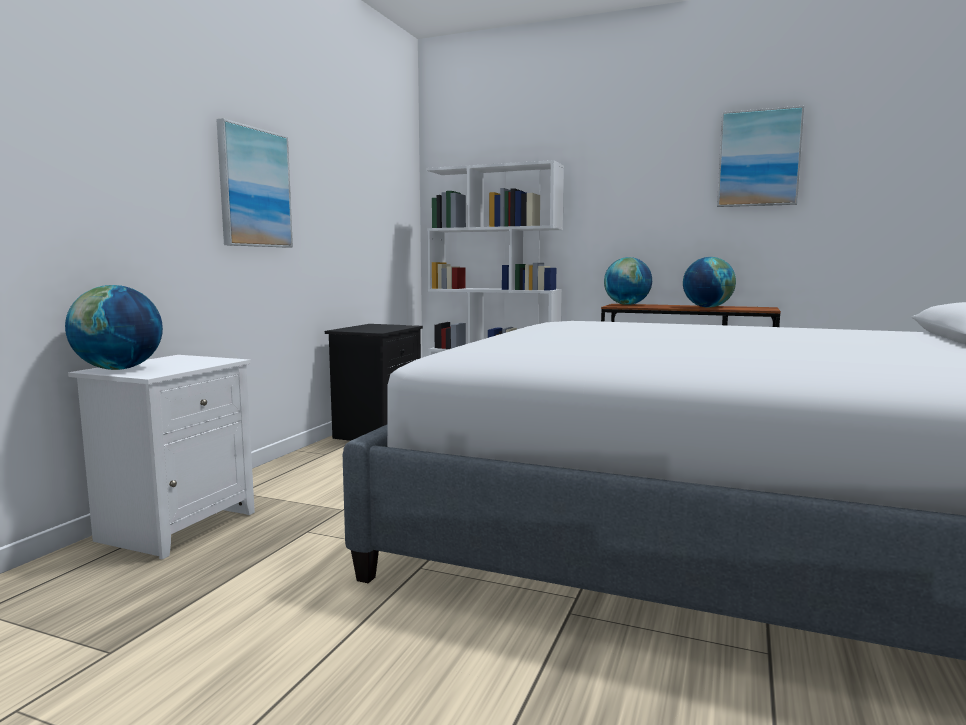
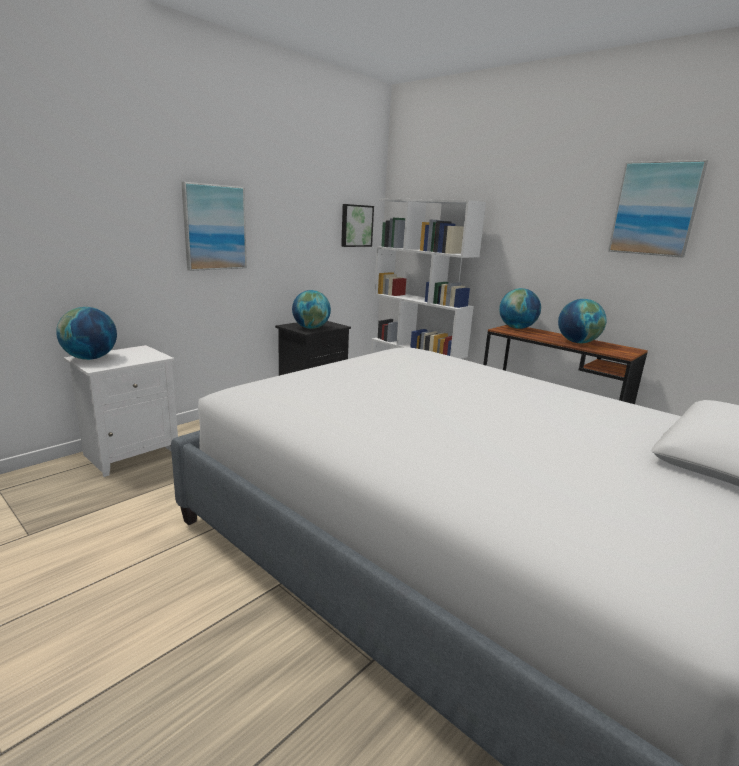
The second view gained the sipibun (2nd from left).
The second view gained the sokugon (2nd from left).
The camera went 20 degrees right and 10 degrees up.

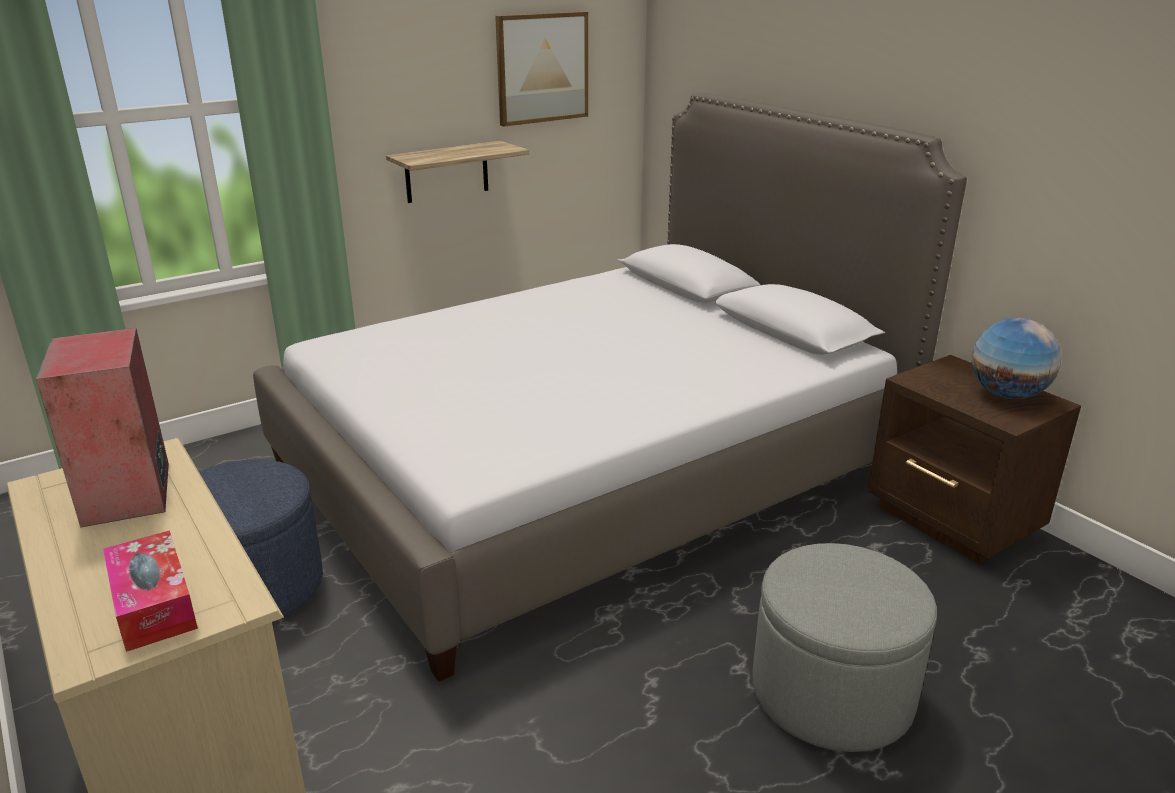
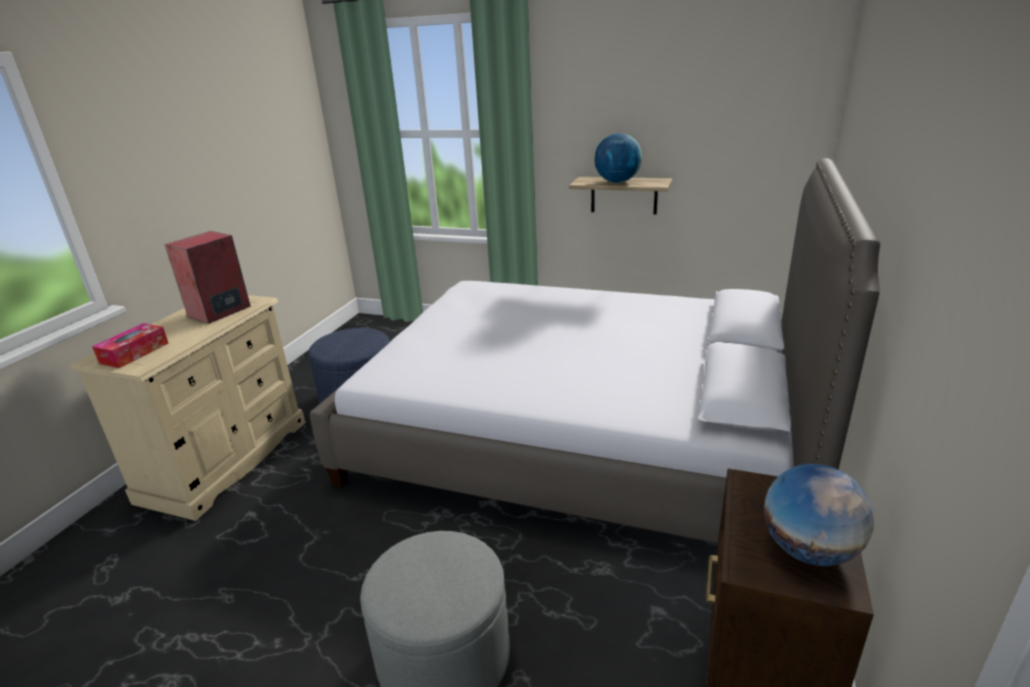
The second view gained the sipibun (1st from left).
The second view lost the sokugon.
The camera went 55 degrees right and 0 degrees up.

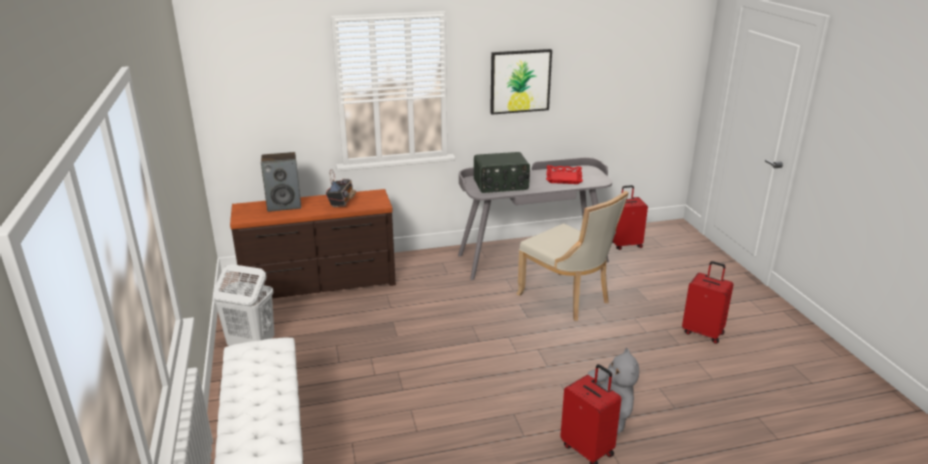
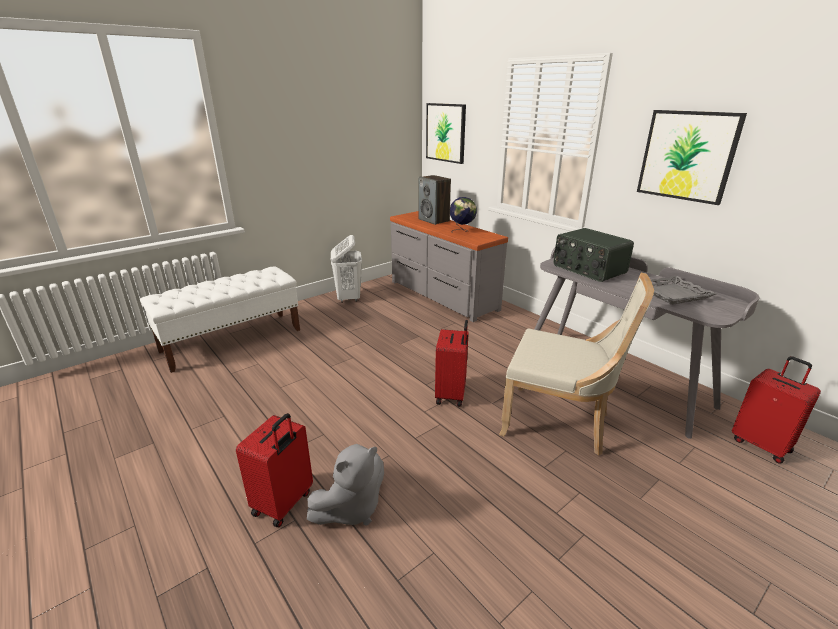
What was the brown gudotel turned into the grey gudotel.
The second view gained the sokugon (1st from left).
The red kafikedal (3rd from left in the first image) ended up elsewhere.
Where the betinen (1st from left) stood, the sipibun came to stand.
The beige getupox ended up facing another way, 90 degrees counterclockwise from before.
What was the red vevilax turned into the grey vevilax.
The camera went 65 degrees right and 0 degrees up.

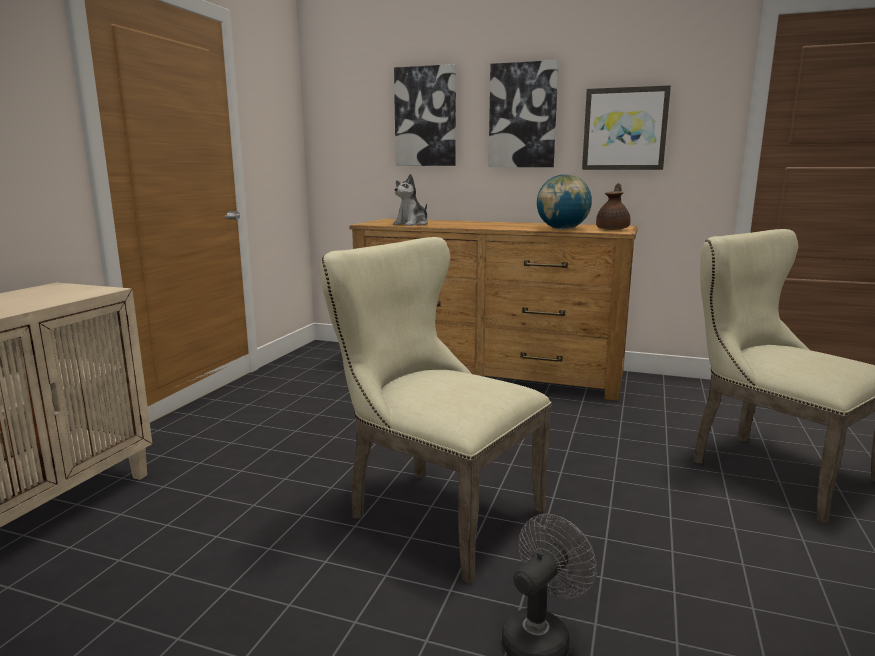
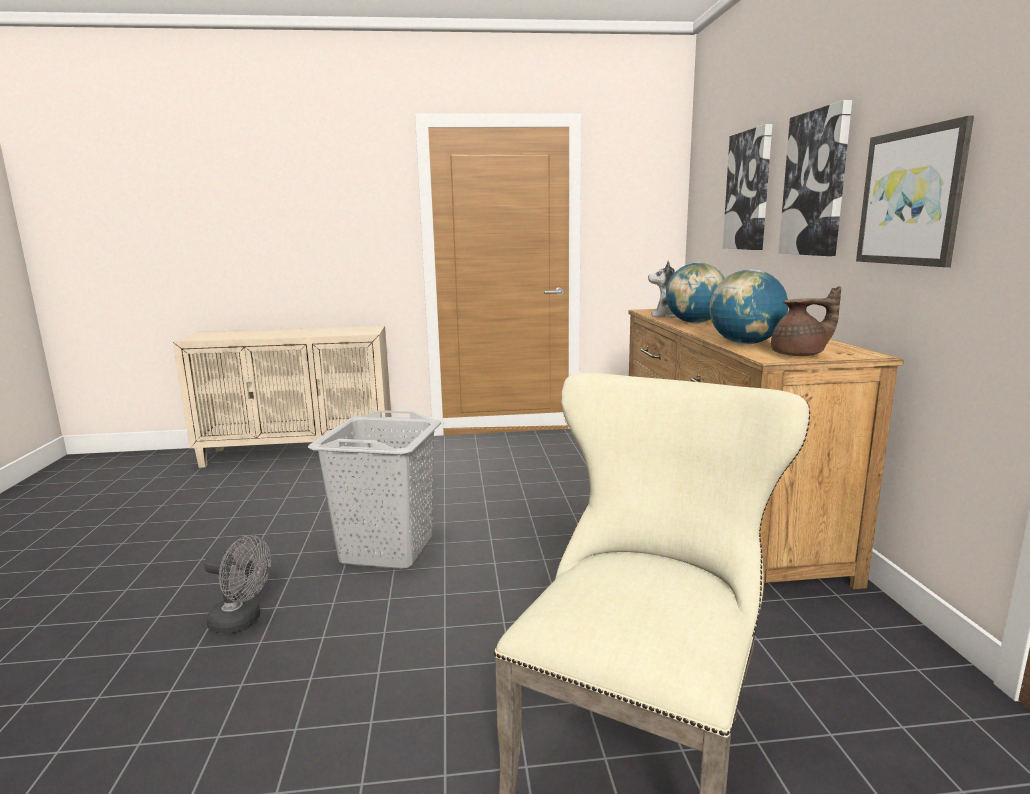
Where the beige getupox (1st from left) stood, the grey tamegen came to stand.
The second view gained the sipibun (1st from left).
The camera went 65 degrees right and 0 degrees up.

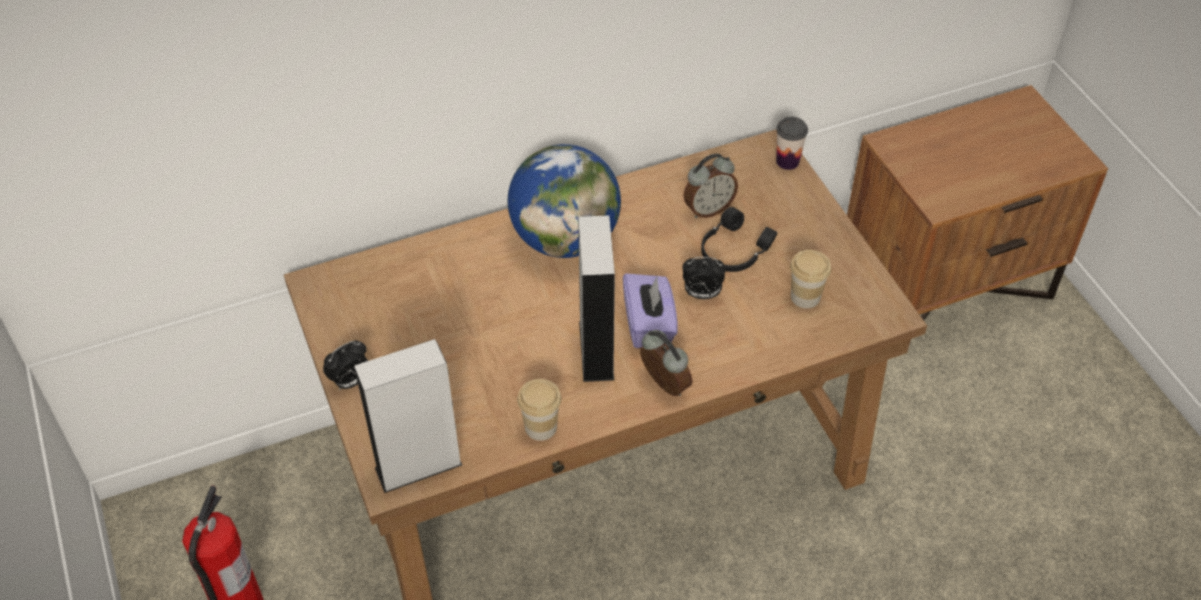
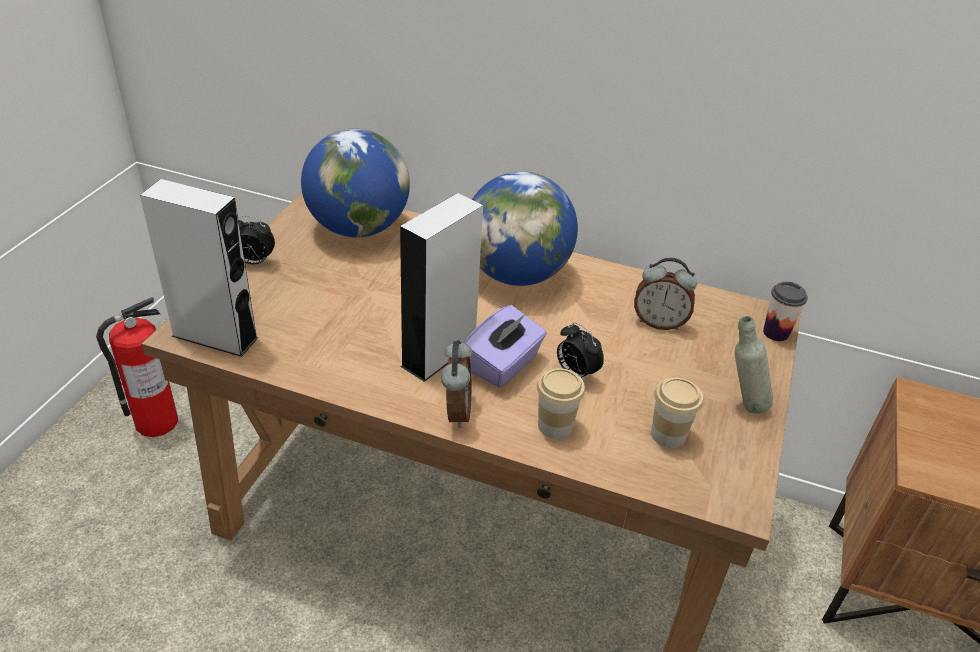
The second view gained the sipibun (1st from left).
The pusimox (1st from left) ended up elsewhere.
The second view gained the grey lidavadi.
The second view lost the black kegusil.
The camera went 40 degrees right and 10 degrees down.

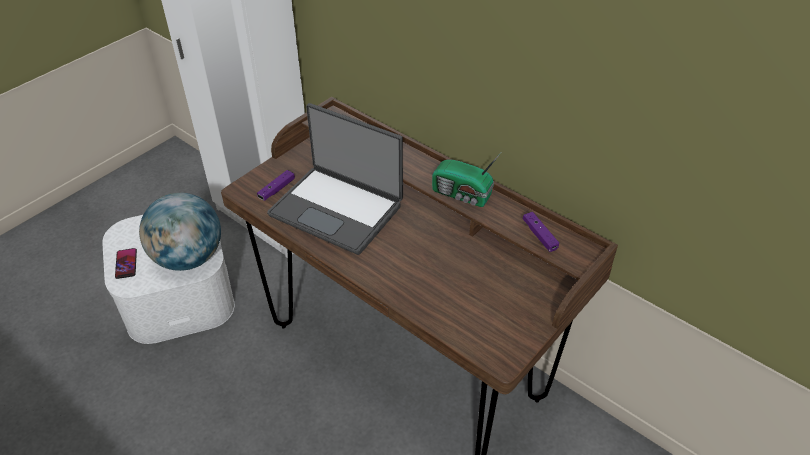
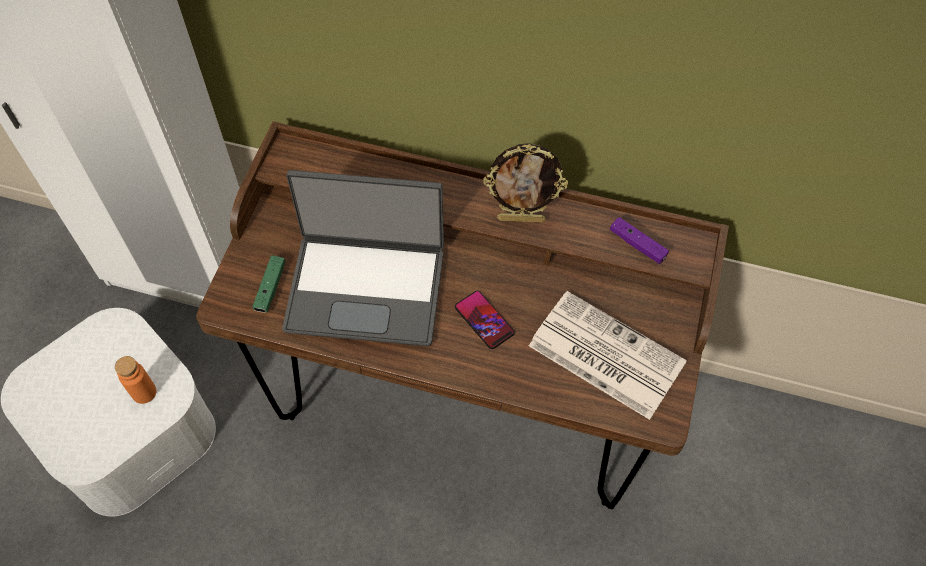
Where the sipibun stood, the orange lidavadi came to stand.
What was the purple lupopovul (1st from left) turned into the green lupopovul.
The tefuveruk ended up elsewhere.
Where the betinen stood, the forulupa came to stand.
The second view gained the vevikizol.
The camera went 25 degrees left and 15 degrees up.

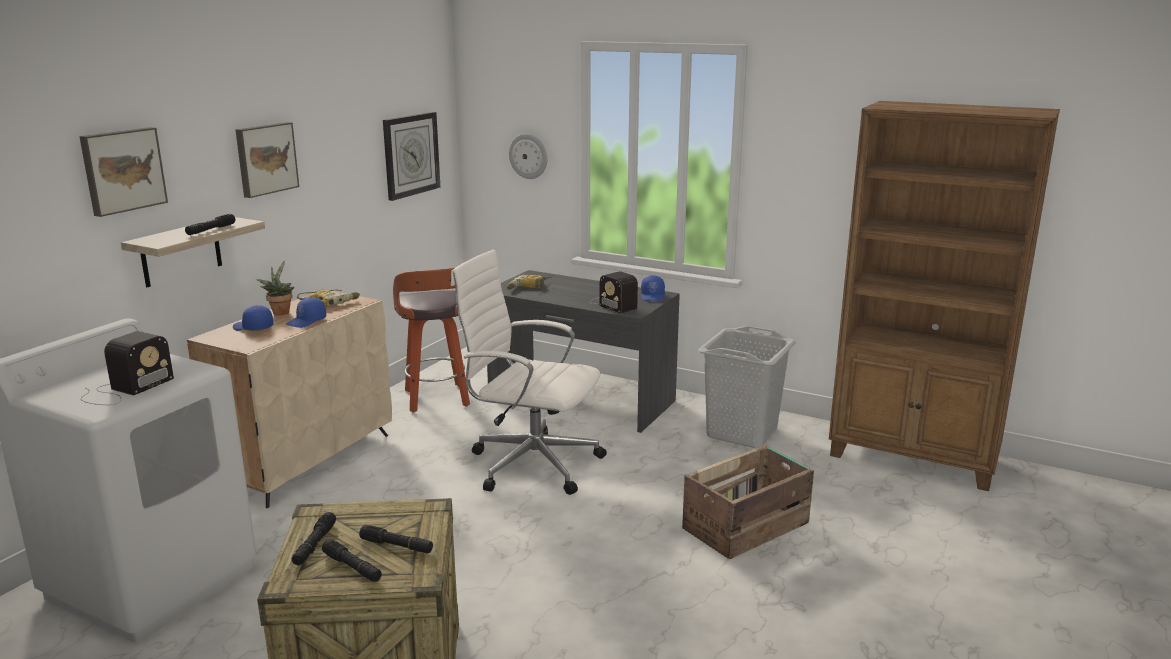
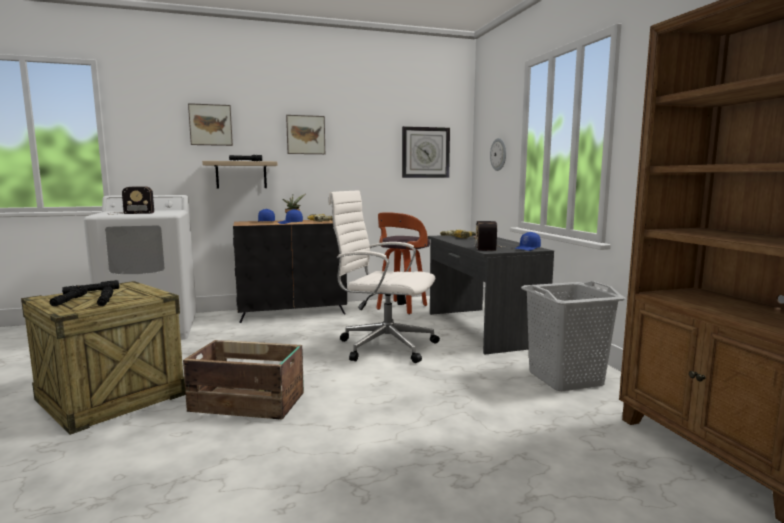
The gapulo (2nd from left) ended up elsewhere.
What was the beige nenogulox turned into the black nenogulox.
The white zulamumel ended up facing another way, 45 degrees counterclockwise from before.
The camera went 45 degrees right and 10 degrees down.

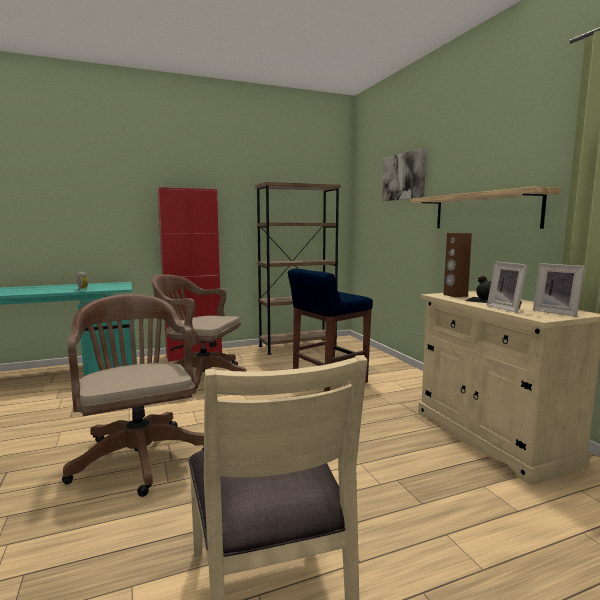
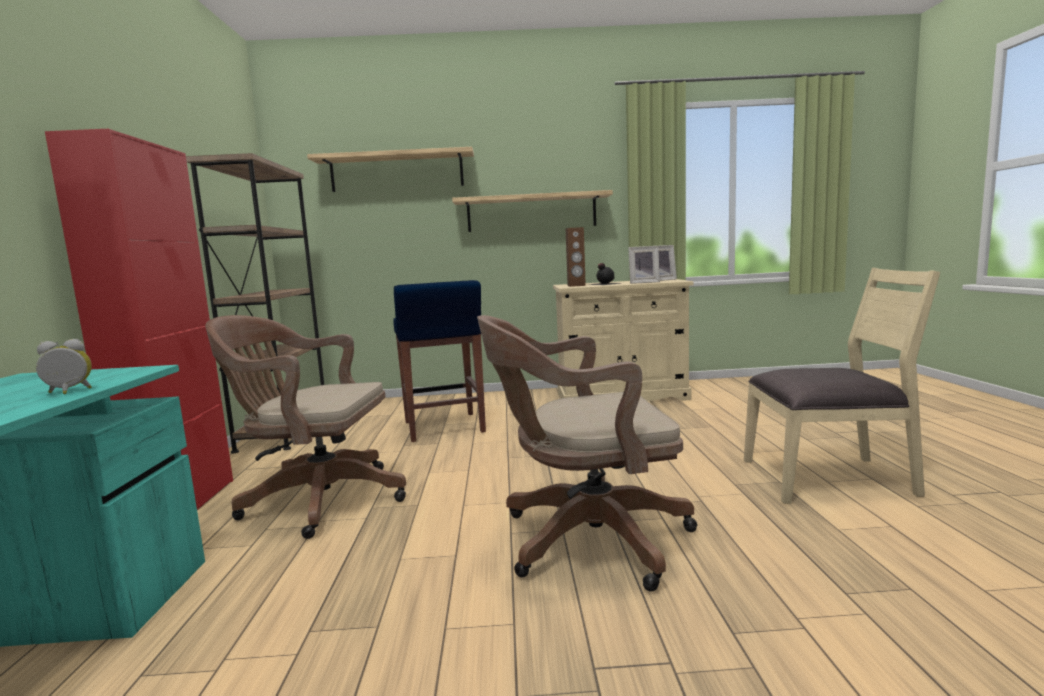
The brown zulamumel (2nd from left in the first image) ended up facing another way, 60 degrees clockwise from before.
Where the sokugon hung, the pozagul (1st from left) came to hang.
The camera went 70 degrees left and 0 degrees up.

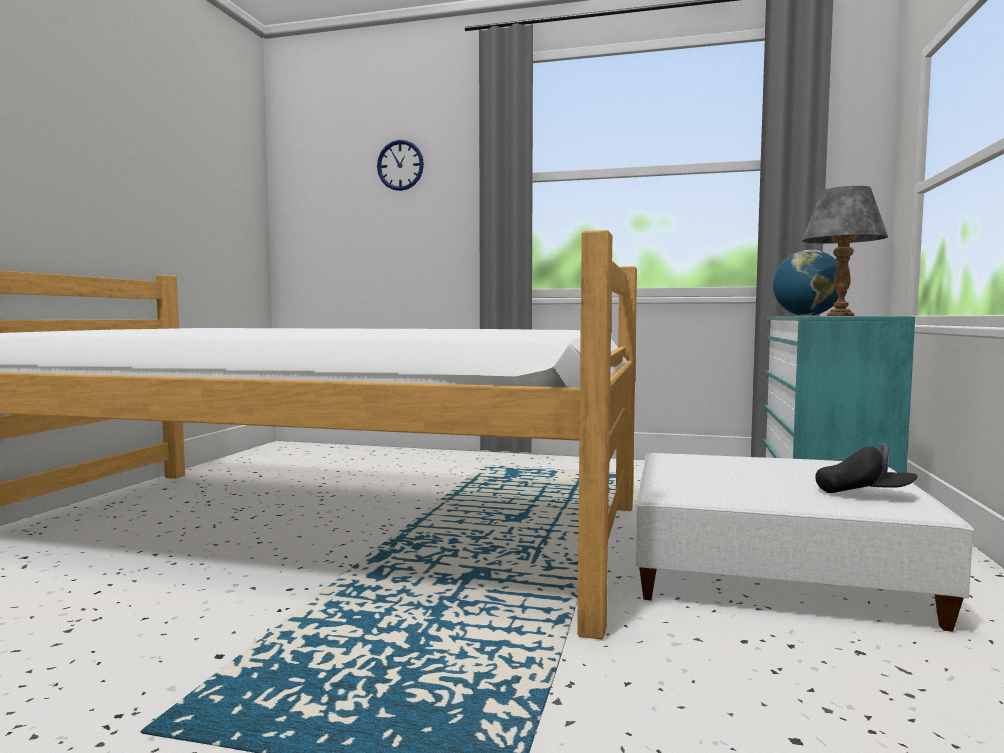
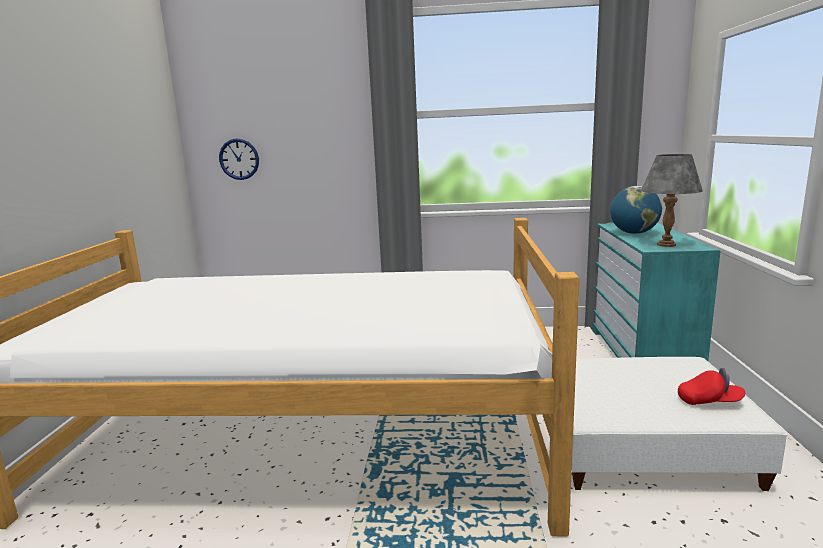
The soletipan ended up elsewhere.
What was the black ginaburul turned into the red ginaburul.
The camera went 10 degrees left and 10 degrees up.

